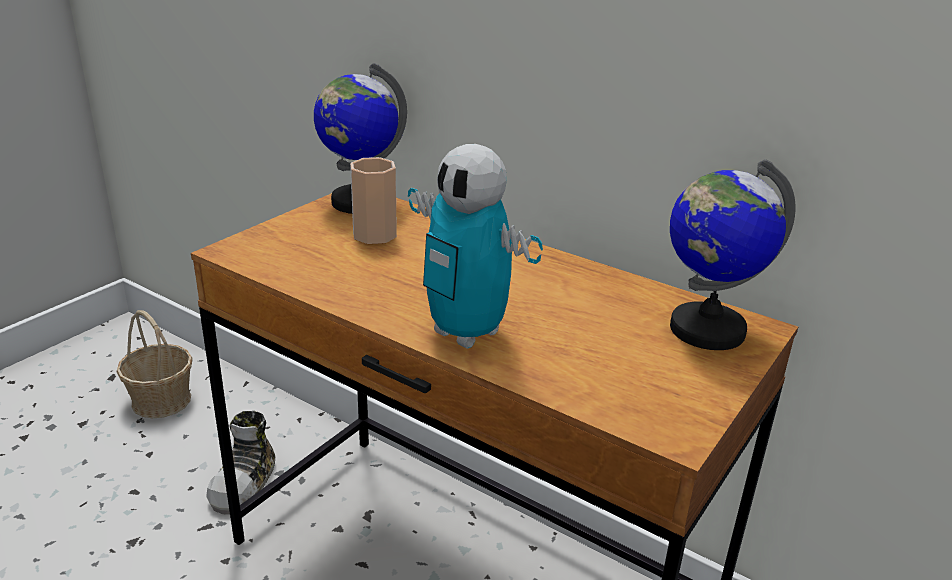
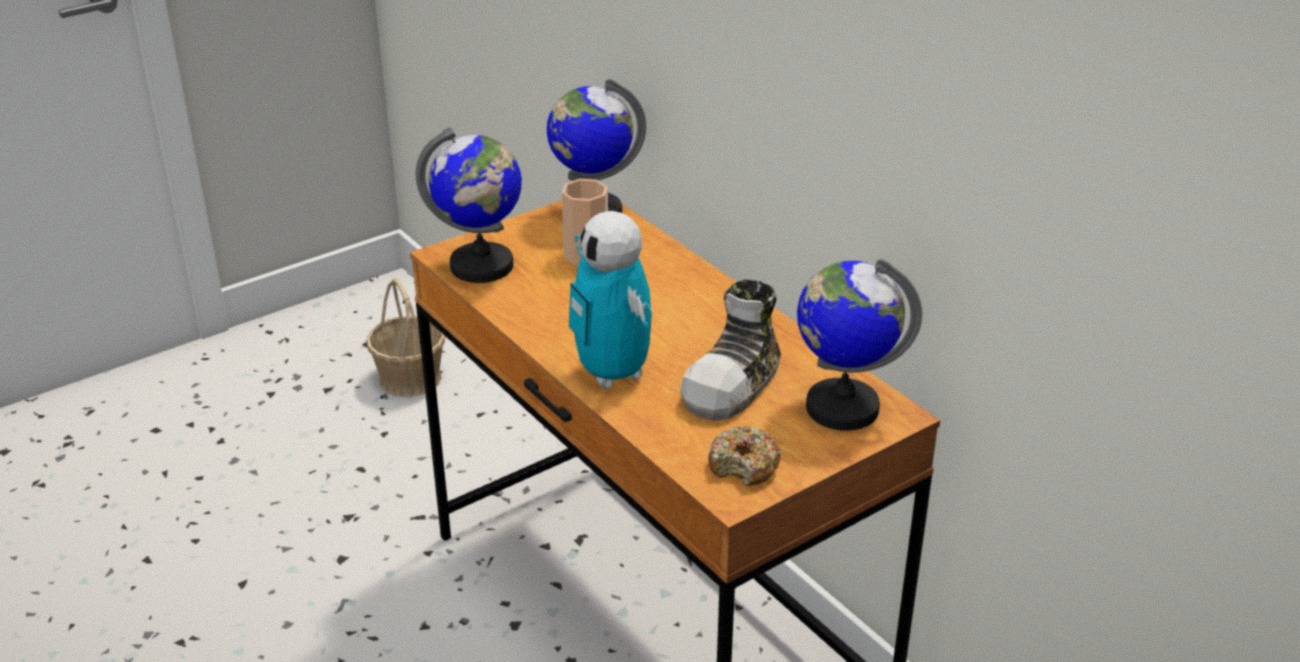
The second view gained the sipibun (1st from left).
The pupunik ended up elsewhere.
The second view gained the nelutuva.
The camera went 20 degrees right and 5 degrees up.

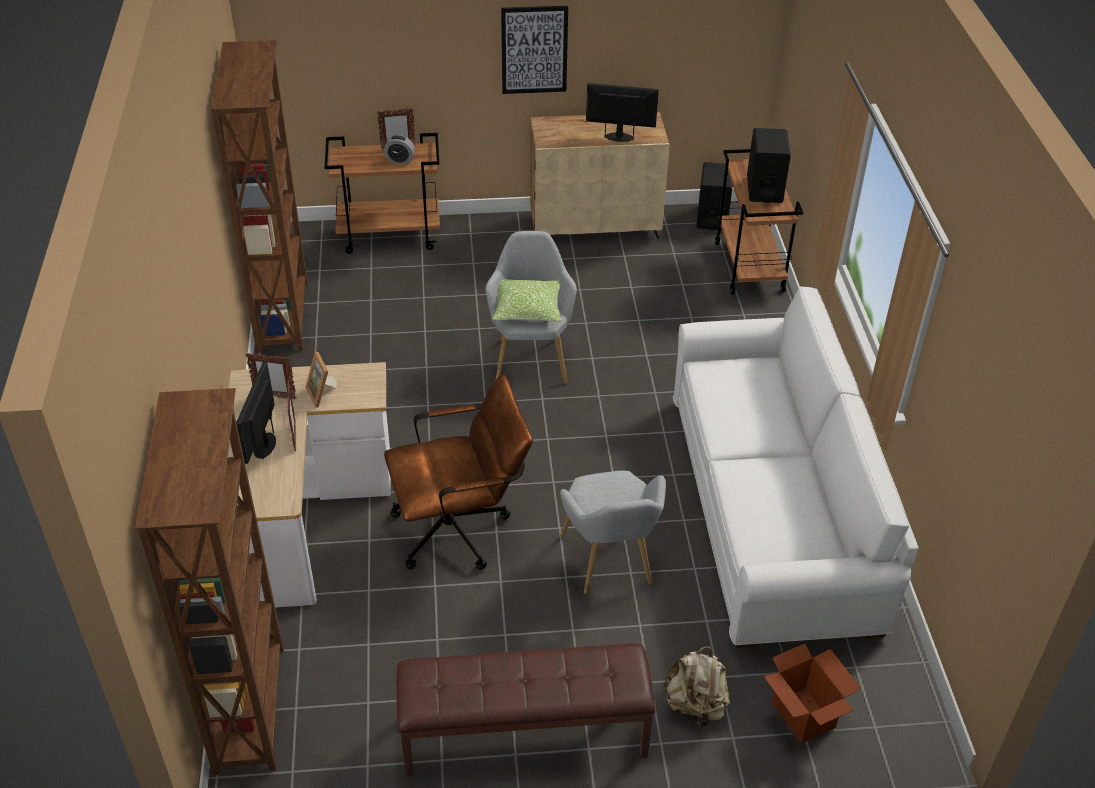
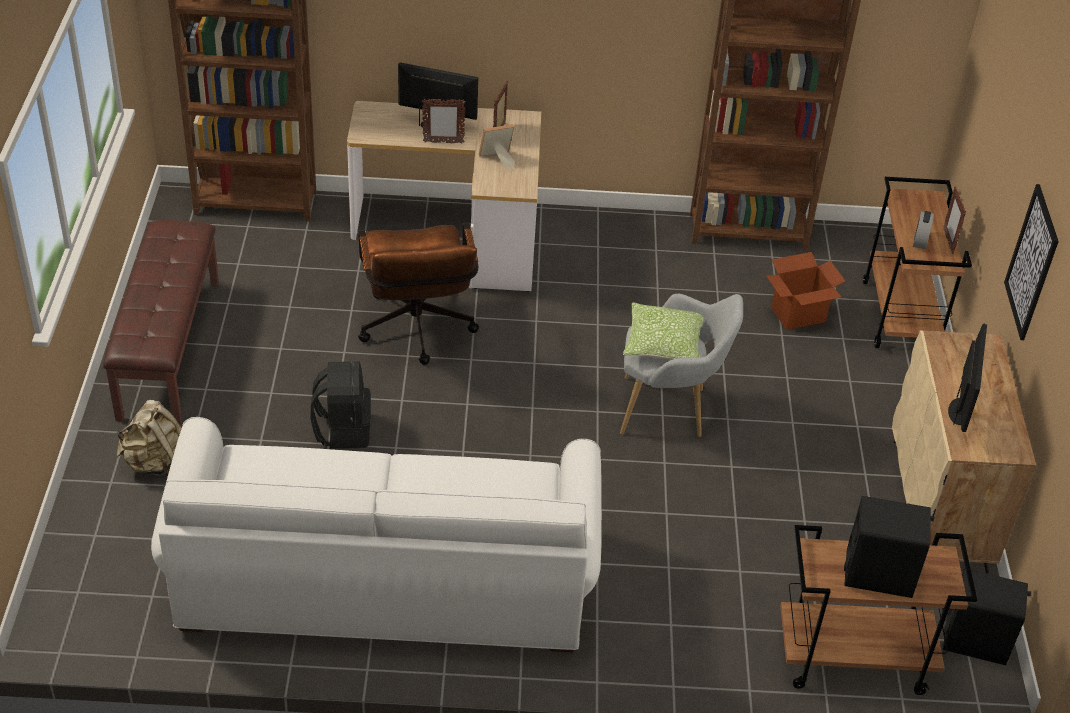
Where the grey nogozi (2nd from left) stood, the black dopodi came to stand.
The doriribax ended up elsewhere.
The camera went 95 degrees right and 0 degrees up.

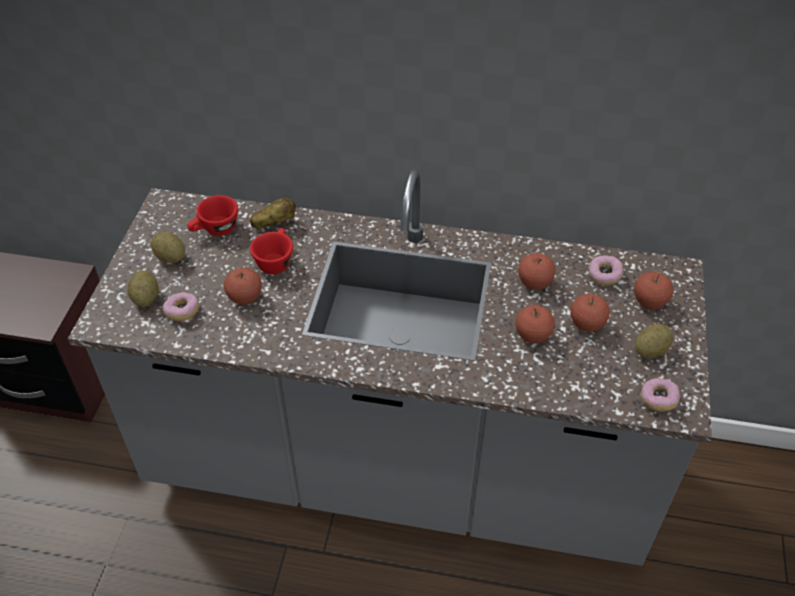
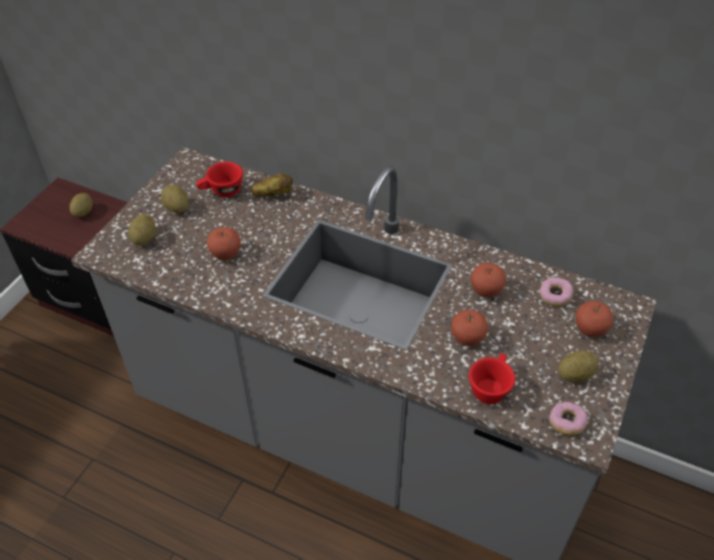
The second view gained the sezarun (1st from left).
The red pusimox (2nd from left) ended up elsewhere.
The second view lost the nelutuva (1st from left).
The second view lost the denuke (4th from left).
The camera went 15 degrees right and 0 degrees up.

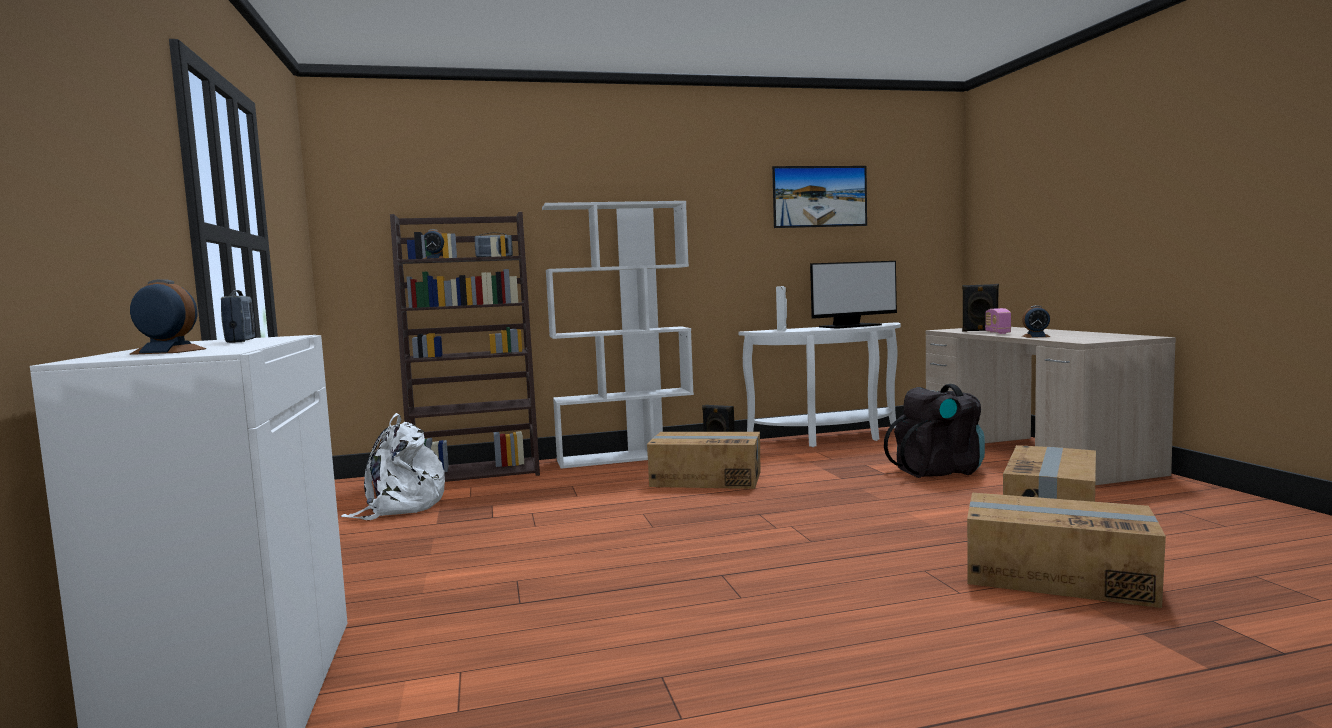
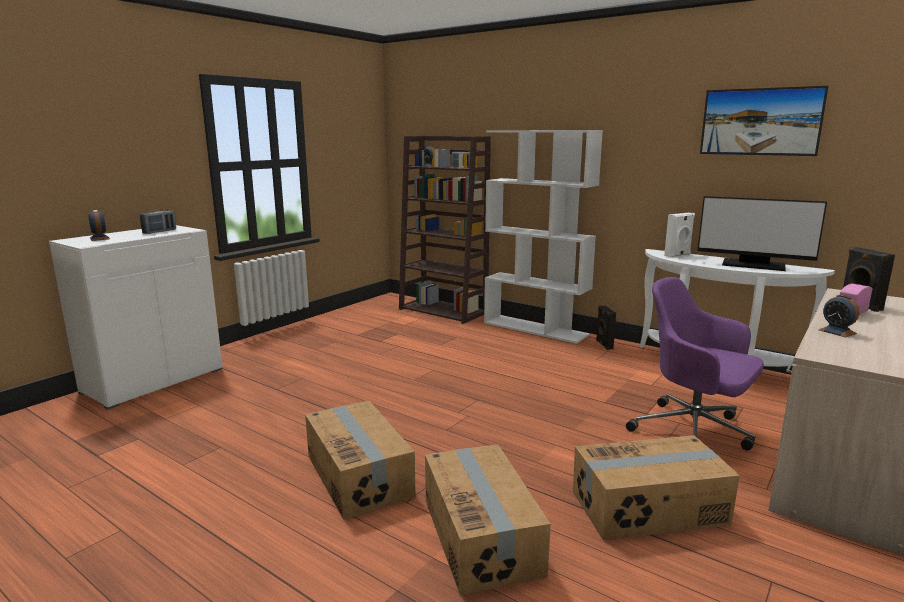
The doriribax (1st from left) ended up elsewhere.
Where the black dopodi stood, the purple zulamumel came to stand.
The second view lost the white dopodi.
The camera went 50 degrees right and 10 degrees up.

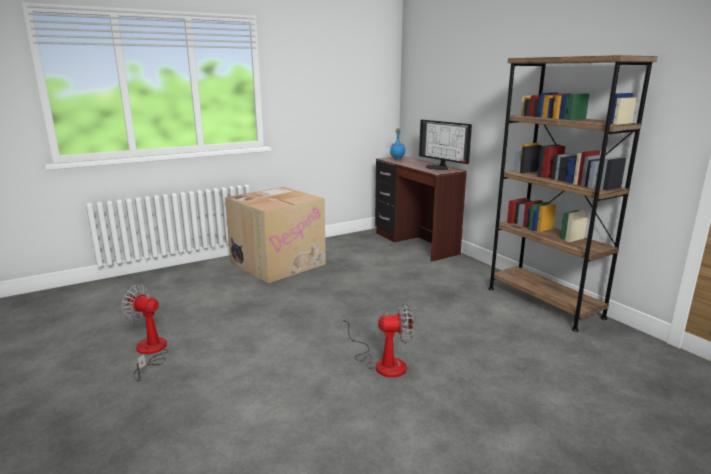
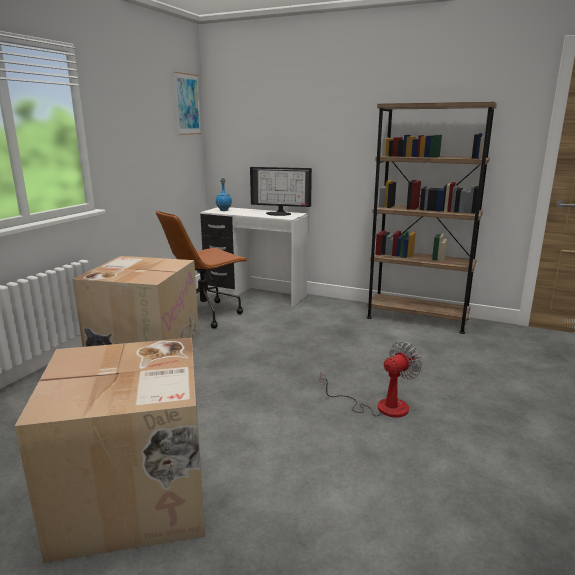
Where the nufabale (1st from left) stood, the doriribax (1st from left) came to stand.
The second view gained the brown zulamumel.
The second view gained the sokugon.
What was the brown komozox turned into the white komozox.
The camera went 35 degrees left and 0 degrees up.

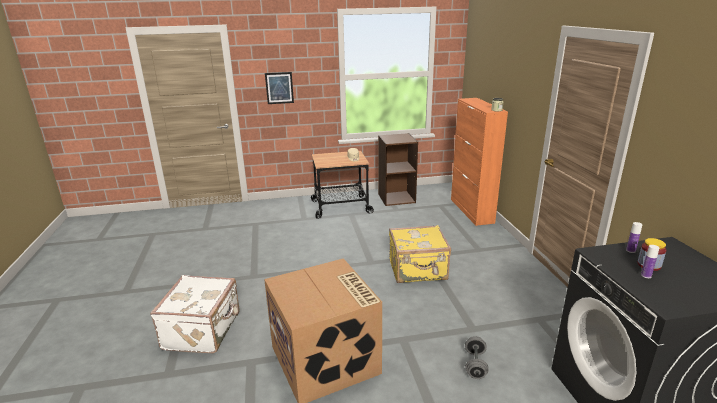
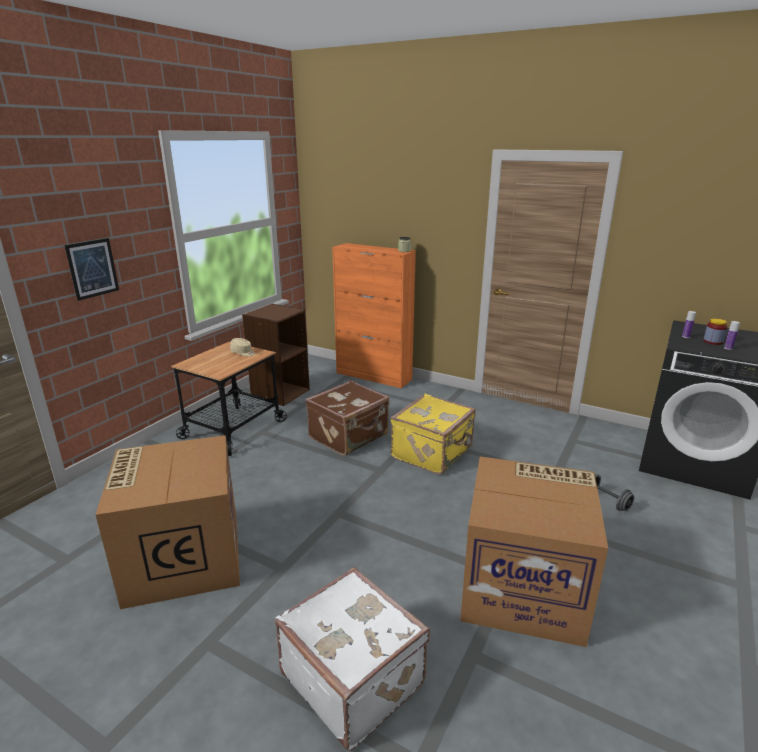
The second view gained the doriribax (1st from left).
The second view gained the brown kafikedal.
The camera went 50 degrees left and 0 degrees up.

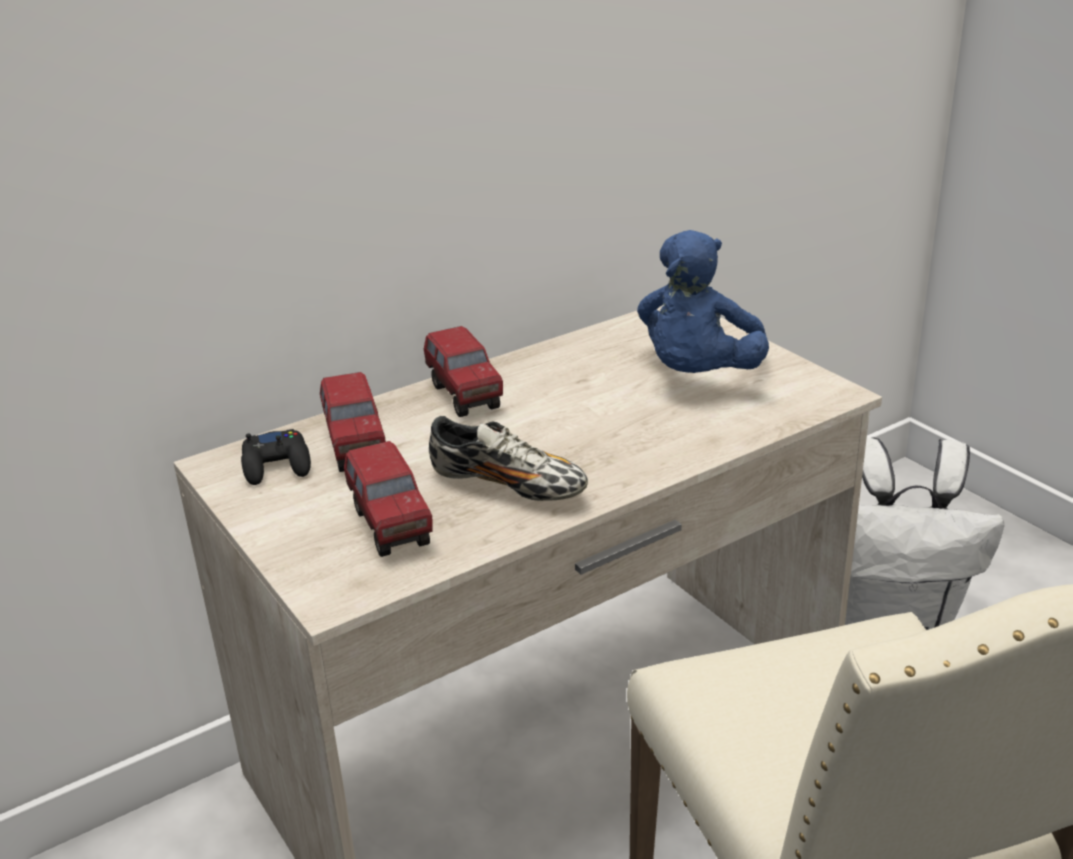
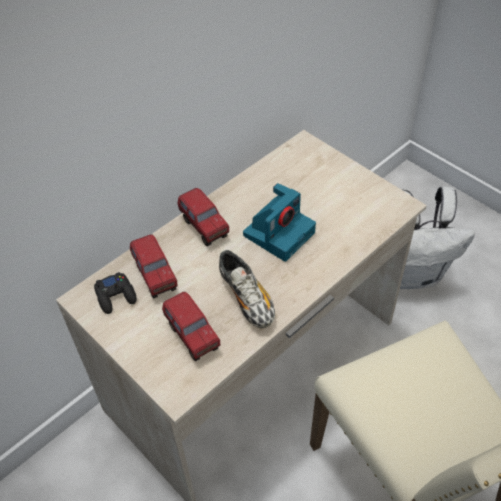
The pupunik ended up facing another way, 45 degrees clockwise from before.
The second view gained the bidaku.
The second view lost the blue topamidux.
The camera went 10 degrees left and 20 degrees up.

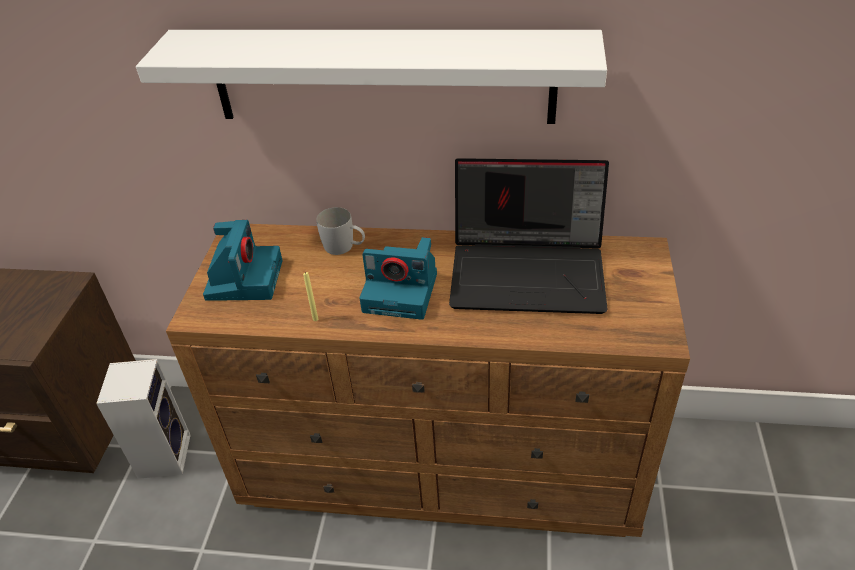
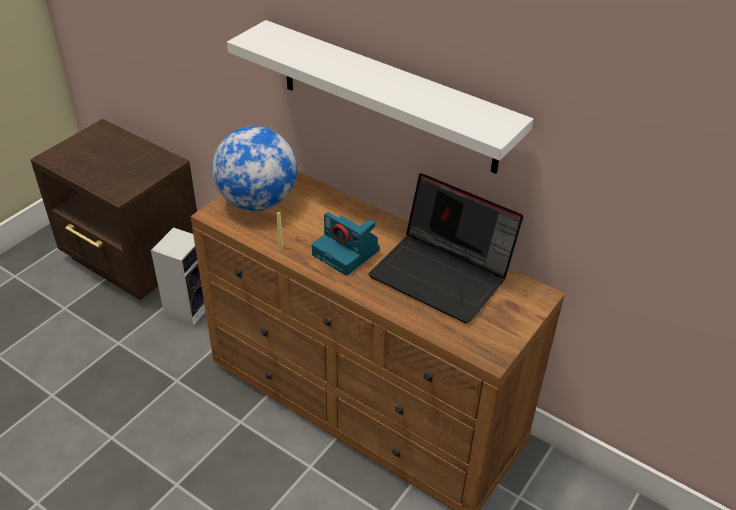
Where the bidaku (1st from left) stood, the sipibun came to stand.
The second view lost the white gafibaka.
The camera went 25 degrees right and 0 degrees up.

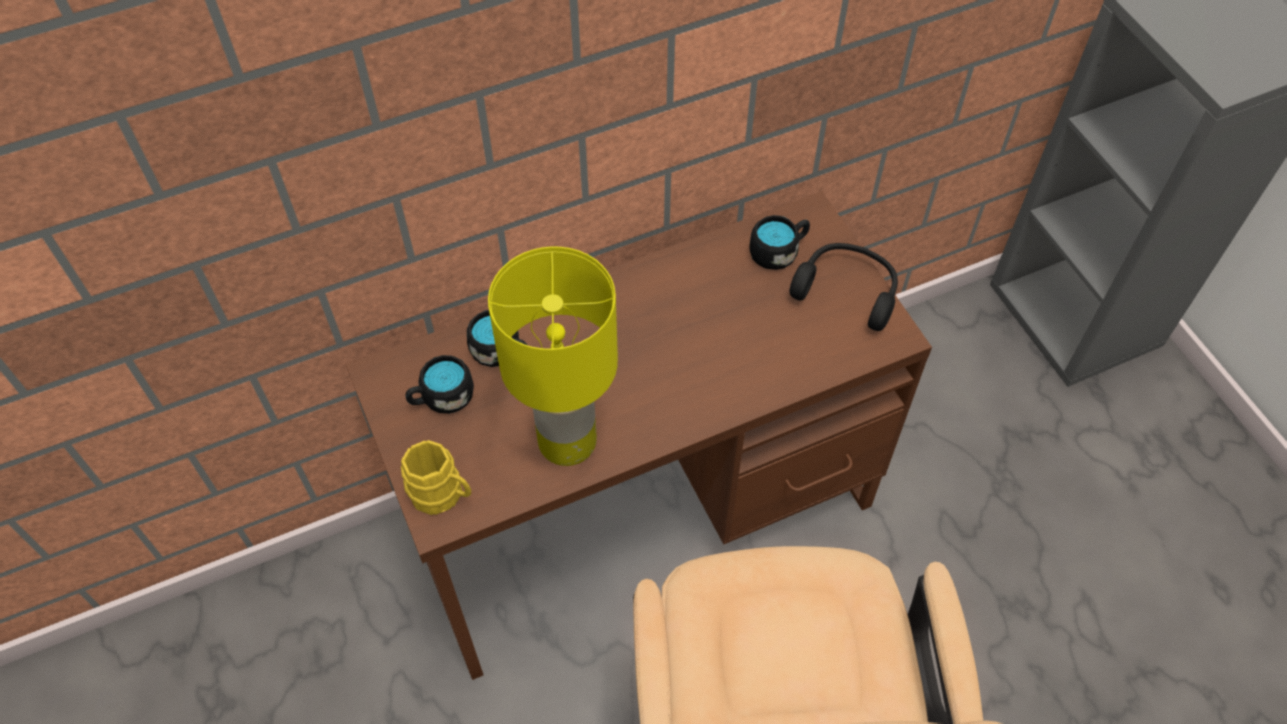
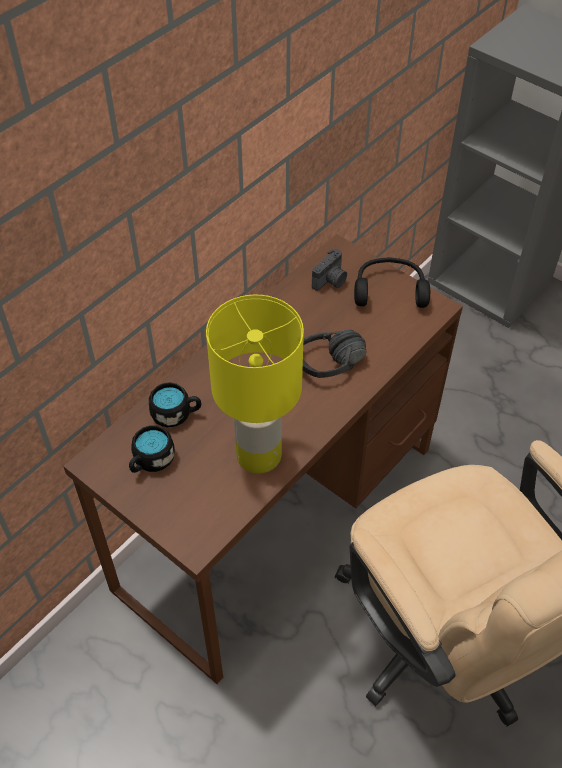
The second view gained the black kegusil (1st from left).
Where the black gafibaka (3rd from left) stood, the bidaku came to stand.
The second view lost the yellow gafibaka.
The camera went 25 degrees left and 5 degrees down.

